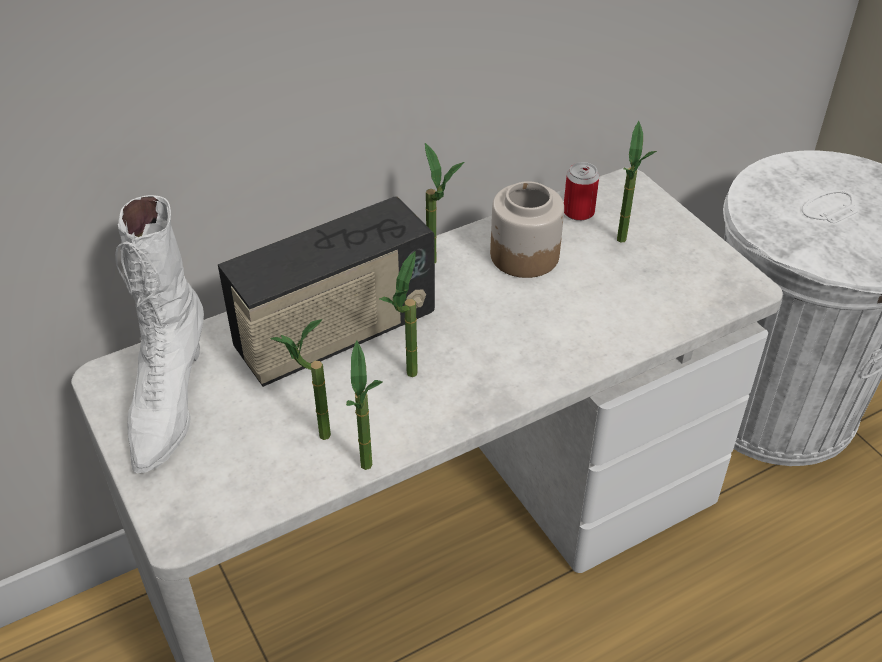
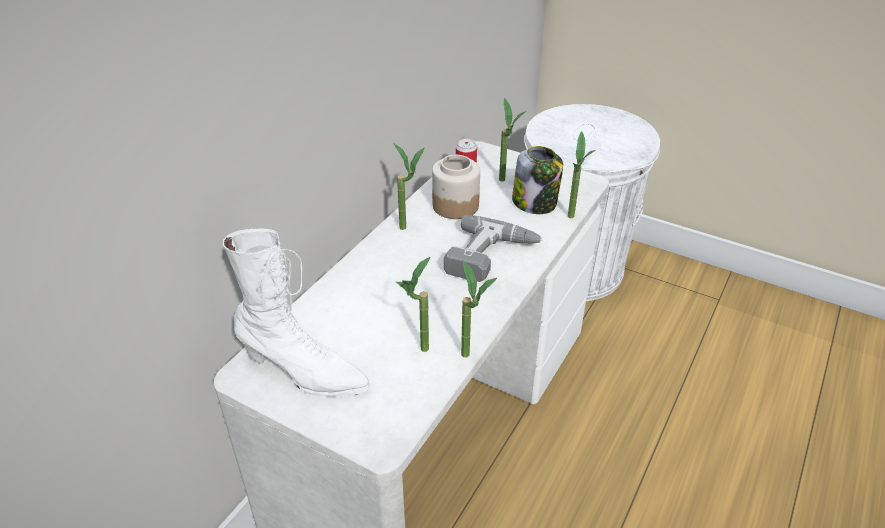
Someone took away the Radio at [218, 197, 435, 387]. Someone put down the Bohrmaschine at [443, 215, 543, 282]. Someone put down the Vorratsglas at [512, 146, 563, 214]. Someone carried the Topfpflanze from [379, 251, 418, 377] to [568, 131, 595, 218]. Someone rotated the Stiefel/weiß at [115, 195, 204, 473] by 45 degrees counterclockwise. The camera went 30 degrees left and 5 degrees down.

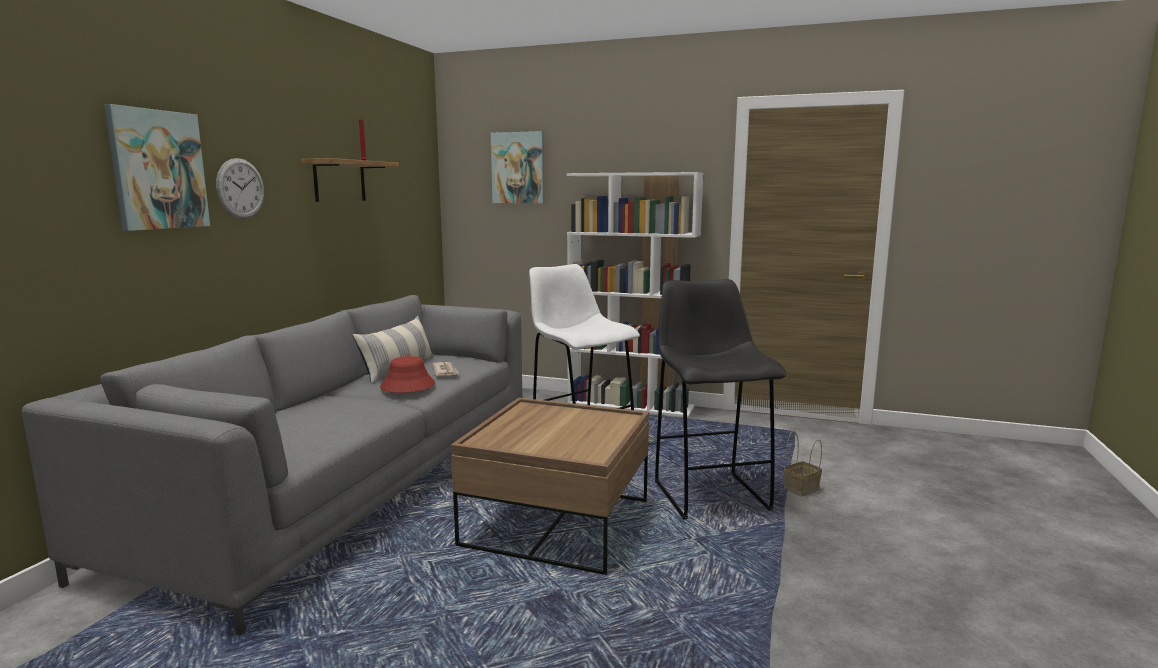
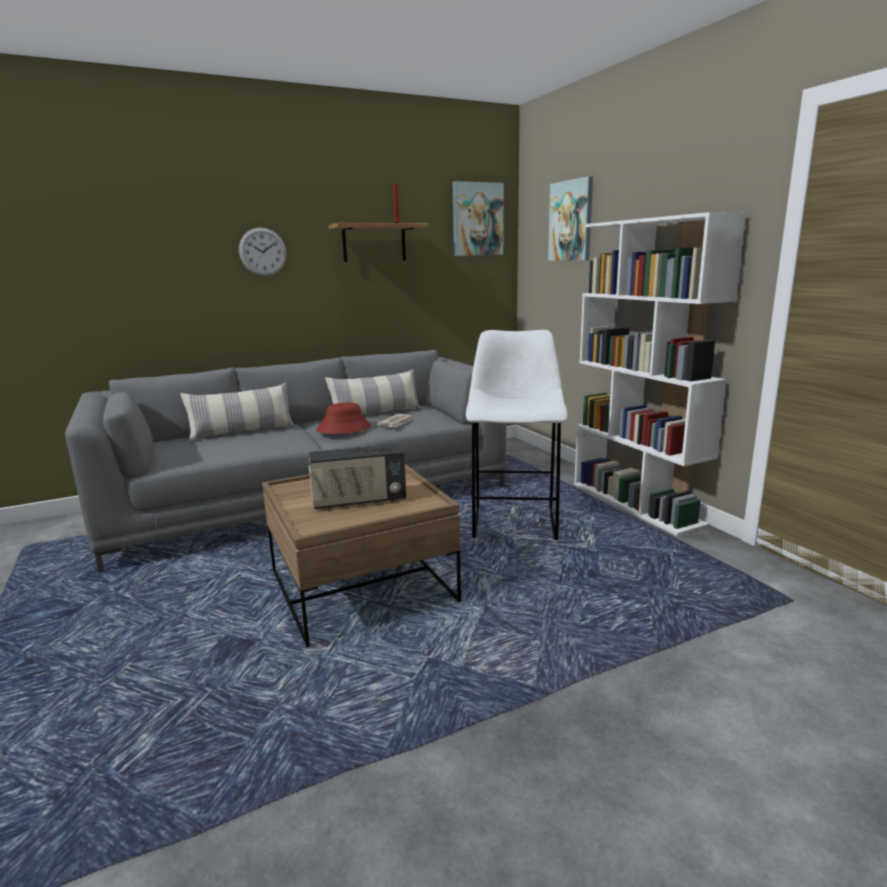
Someone took away the Hocker/schwarz at [655, 279, 787, 520]. Someone took away the Korb at [784, 431, 822, 497]. Someone put down the Kissen at [180, 382, 295, 442]. Someone put down the Radio at [309, 443, 406, 509]. Someone carried the Bild from [104, 104, 210, 231] to [452, 181, 504, 256]. The camera went 45 degrees right and 5 degrees up.

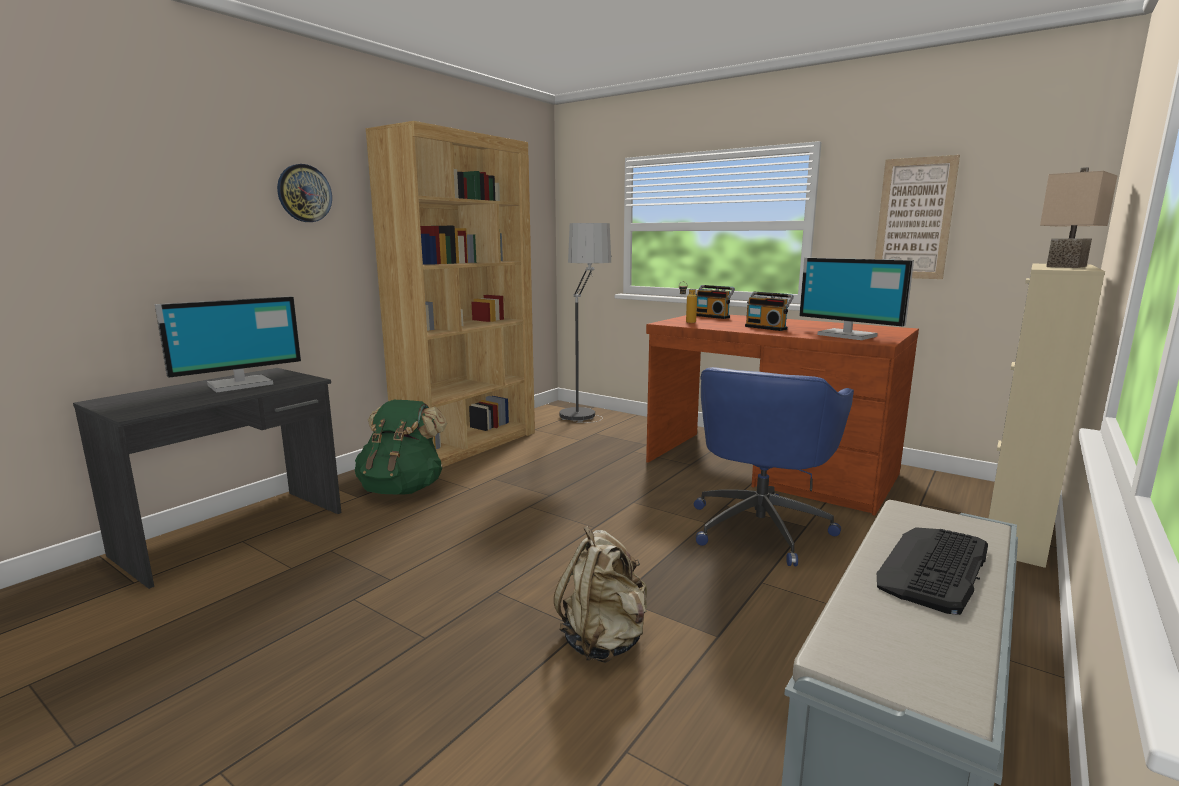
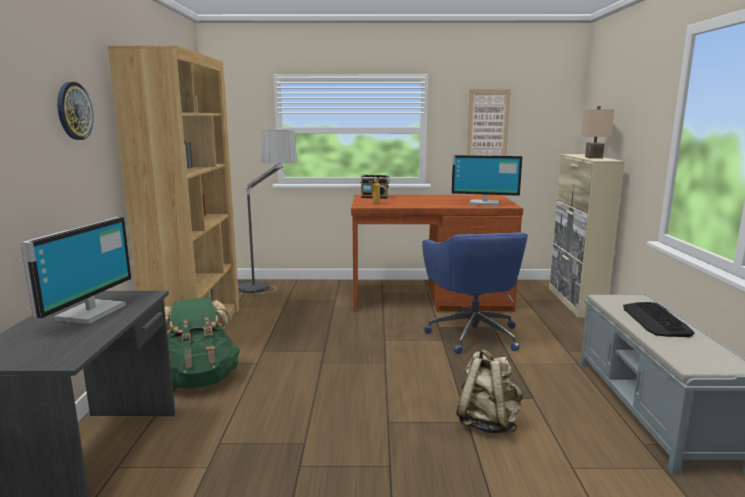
Someone took away the Radio at [745, 292, 794, 331]. The camera went 35 degrees left and 0 degrees up.

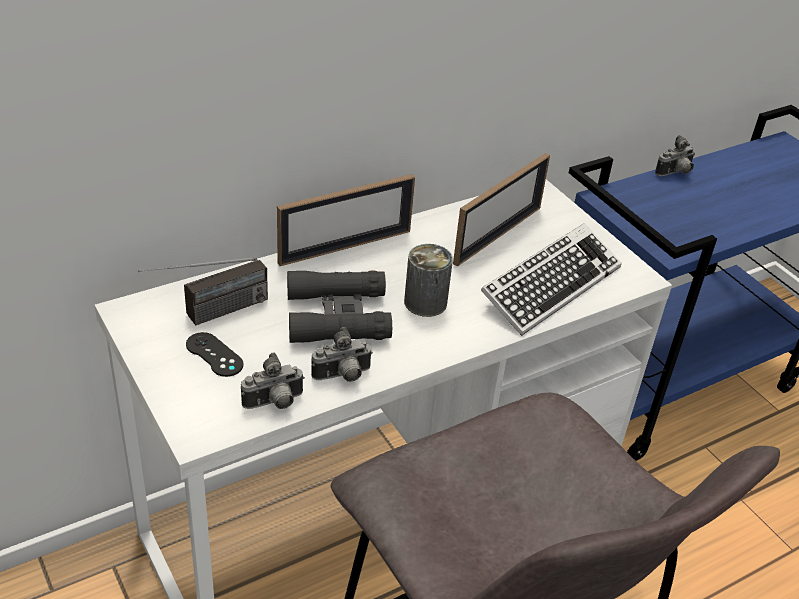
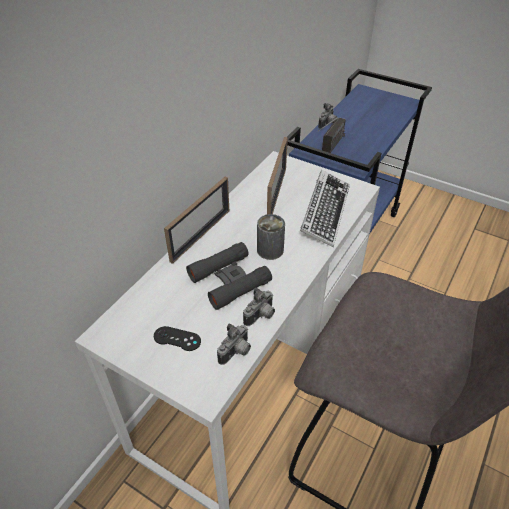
Someone carried the Radio from [138, 257, 268, 325] to [320, 117, 346, 153]. The camera went 25 degrees left and 5 degrees up.

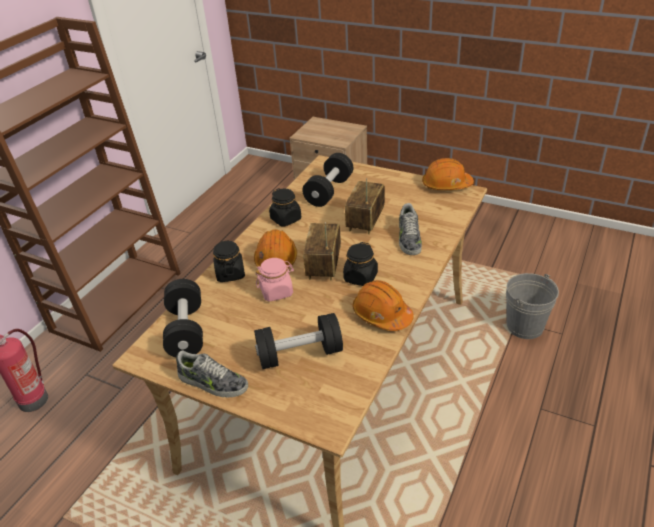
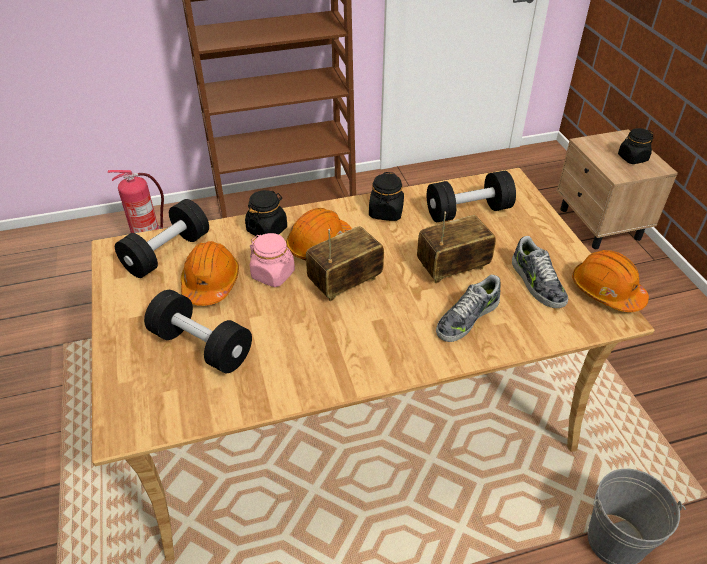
Someone carried the Schuh from [176, 350, 248, 398] to [512, 236, 568, 308]. Someone carried the Vorratsglas/schwarz from [343, 242, 378, 286] to [618, 128, 653, 164]. Someone carried the Schutzhelm/orange from [352, 280, 414, 331] to [181, 241, 239, 306]. The camera went 45 degrees right and 5 degrees up.

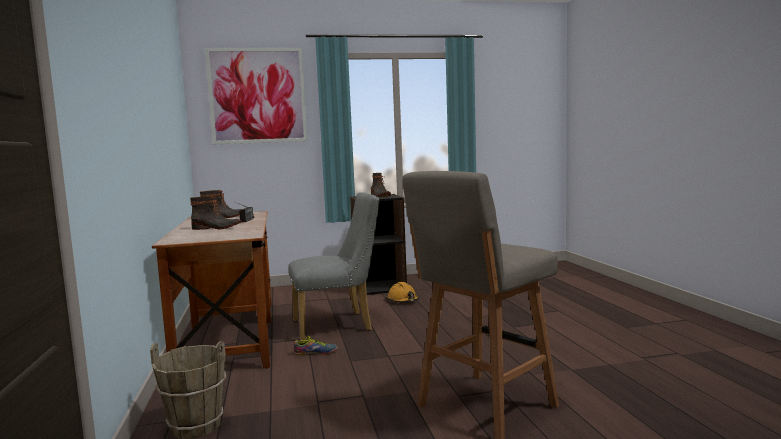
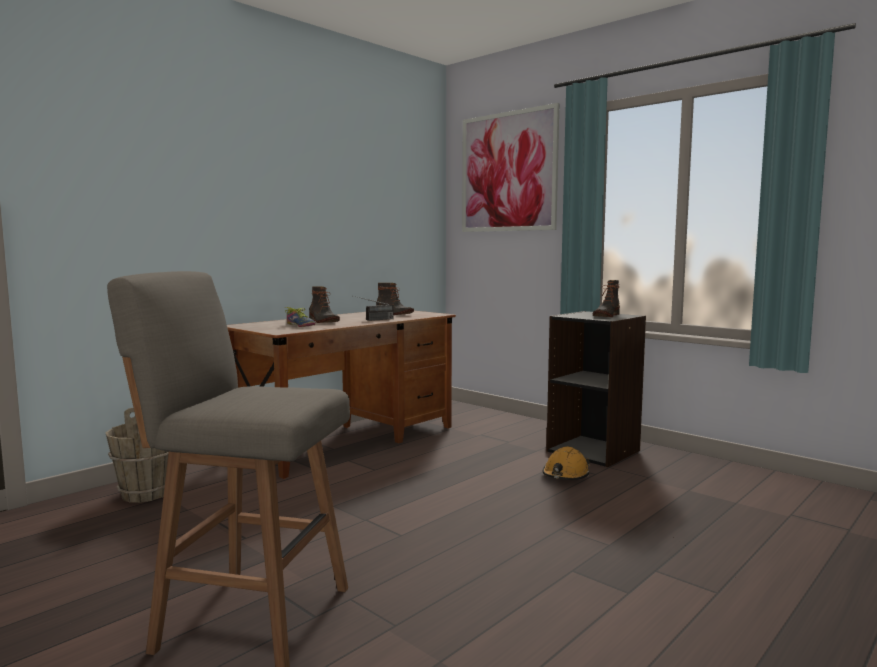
Someone took away the Stuhl/grau at [288, 192, 379, 340]. Someone carried the Schuh from [294, 336, 338, 355] to [285, 307, 315, 327]. The camera went 55 degrees right and 0 degrees up.

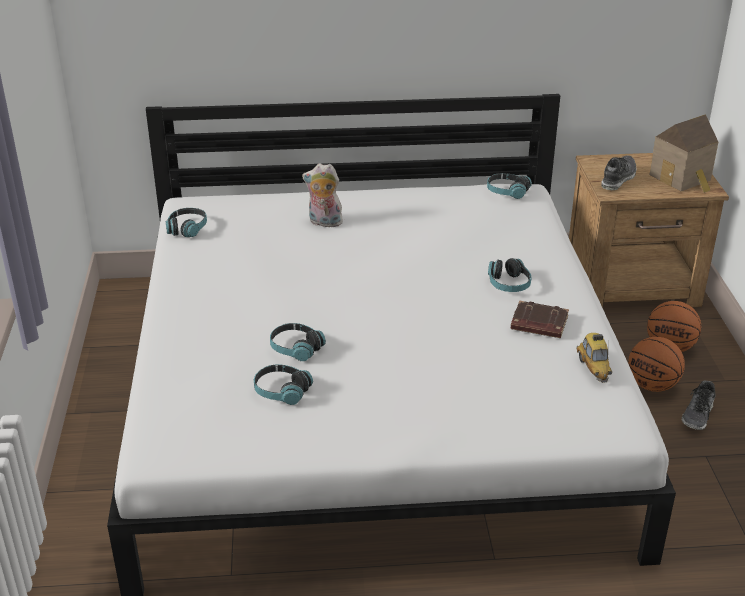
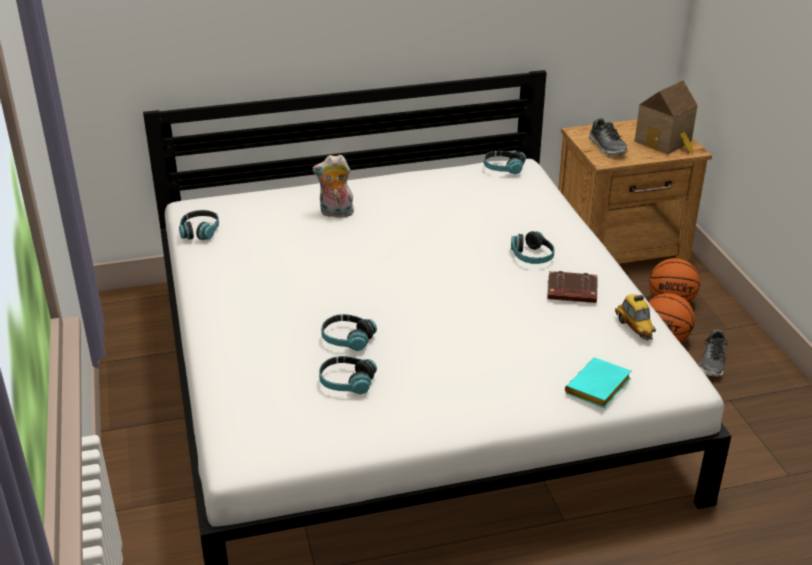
Someone put down the Buch/türkis at [565, 358, 631, 408]. Someone rotated the Schuh at [601, 155, 636, 190] by 135 degrees clockwise. The camera went 10 degrees left and 0 degrees up.

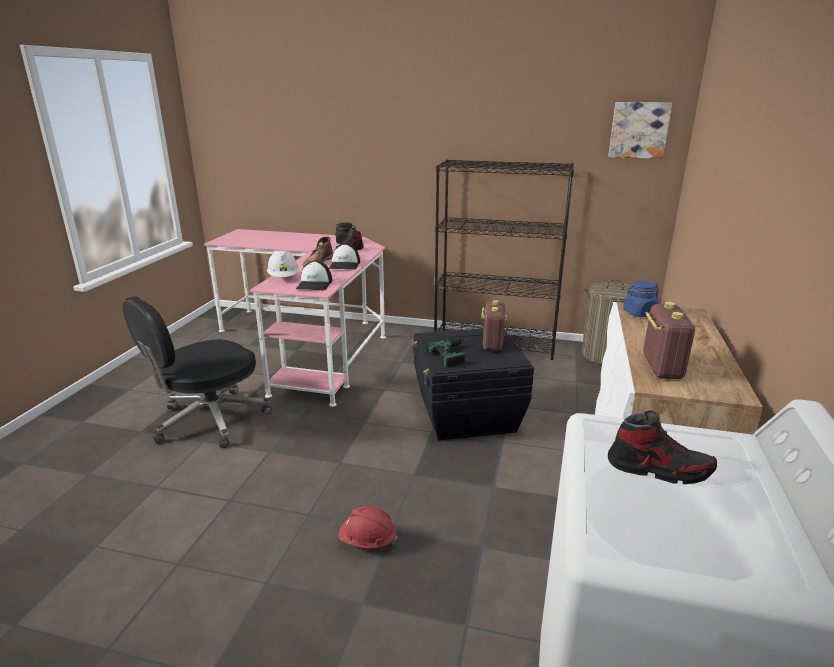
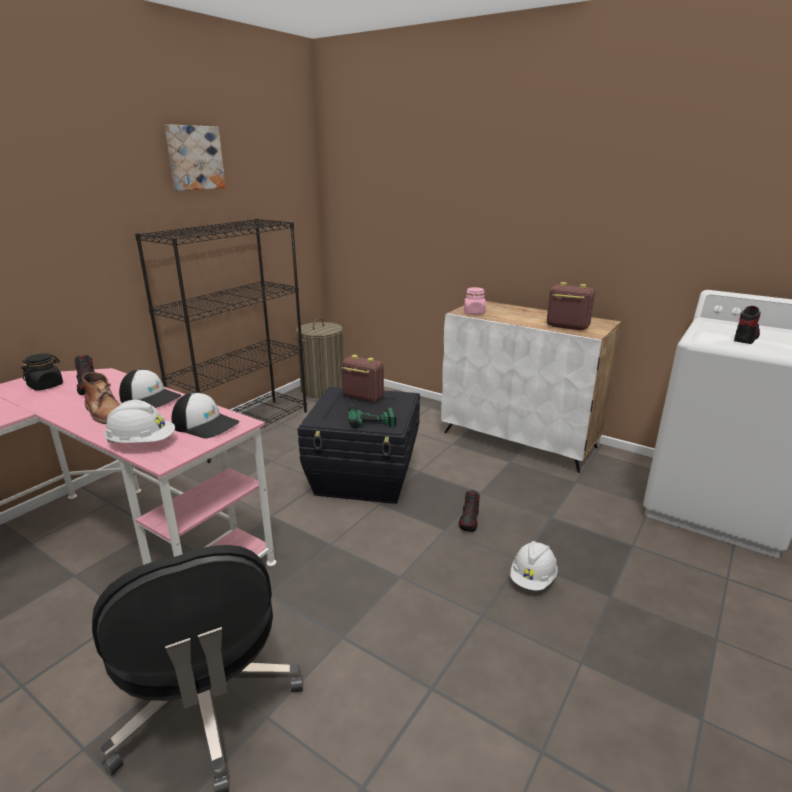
Someone put down the Schuh at [459, 490, 480, 532]. Someone carried the Bild from [608, 102, 672, 159] to [165, 124, 226, 191]. Someone repainted the Schutzhelm/rot at [338, 506, 397, 548], which became the Schutzhelm/weiß at [510, 541, 558, 591]. Someone repainted the Vorratsglas/blau at [623, 281, 659, 317], which became the Vorratsglas/rosa at [464, 287, 486, 314]. The camera went 70 degrees left and 0 degrees up.

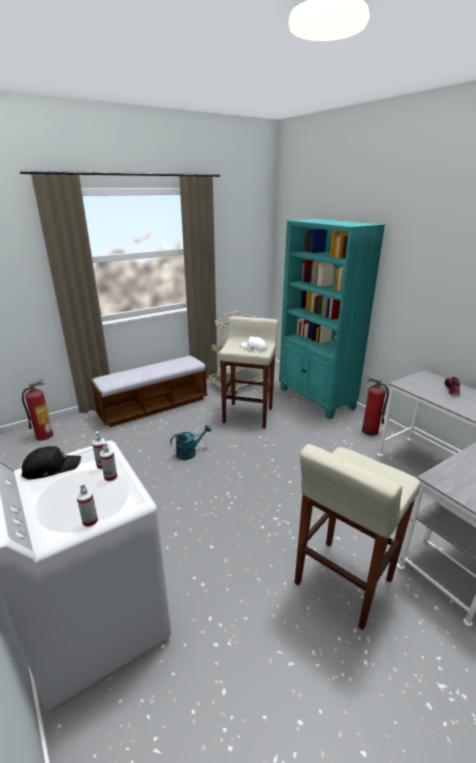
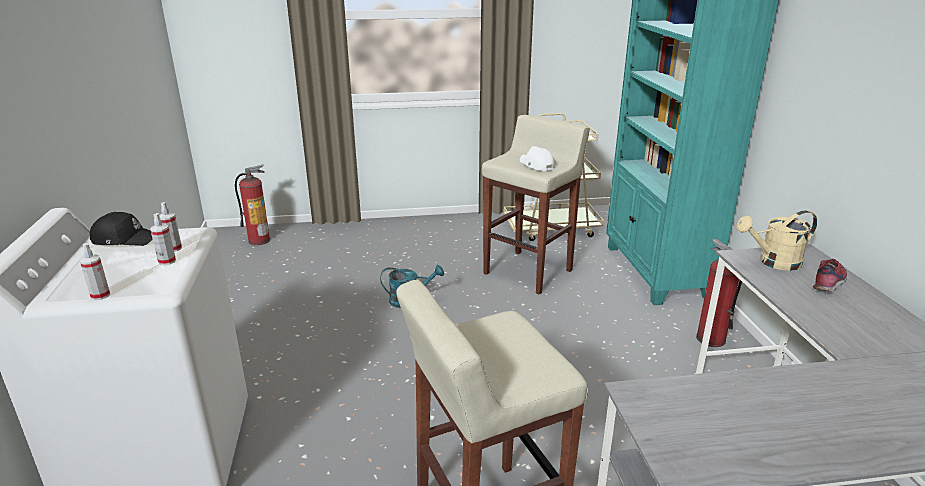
Someone took away the Bank at [90, 356, 208, 427]. Someone put down the Gießkanne/beige at [736, 210, 817, 271]. The camera went 25 degrees right and 0 degrees up.

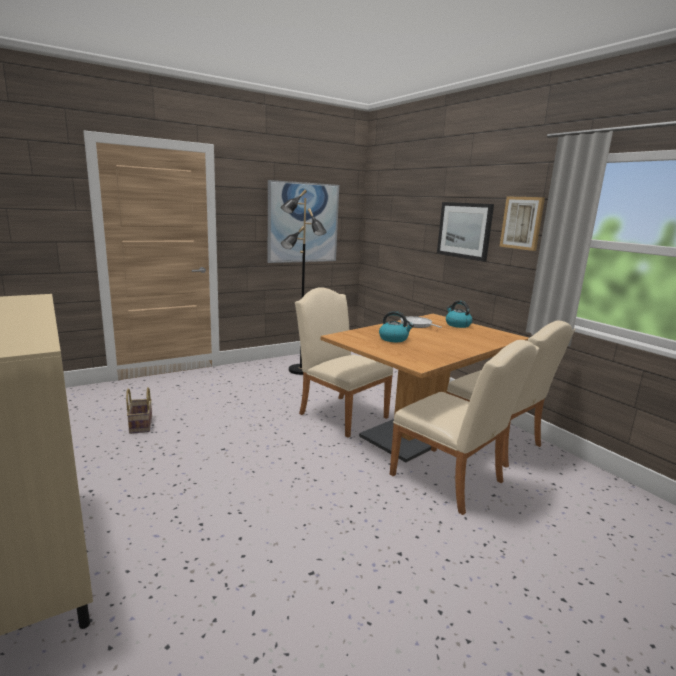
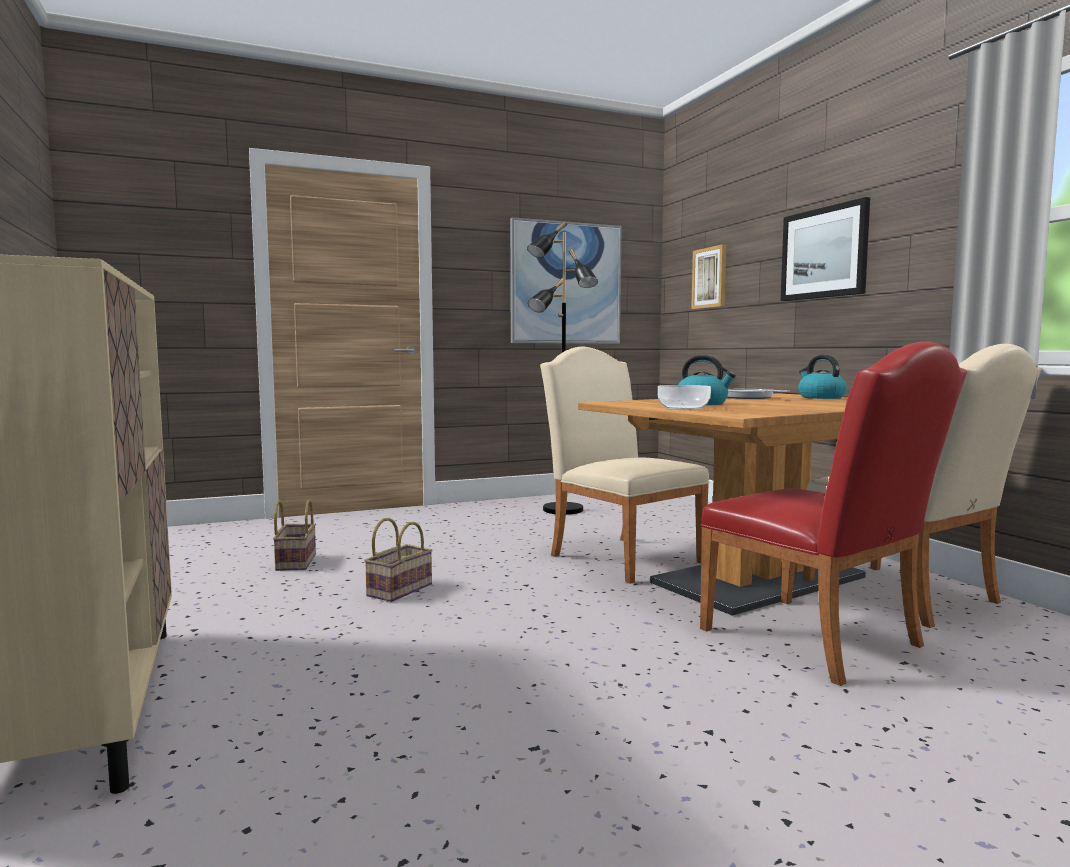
Someone put down the Korb at [364, 518, 433, 602]. Someone put down the Schüssel at [658, 385, 711, 410]. Someone carried the Bild from [499, 196, 545, 251] to [691, 244, 726, 309]. Someone repainted the Stuhl/beige at [390, 340, 539, 515], which became the Stuhl/rot at [700, 342, 967, 686]. The camera went 10 degrees right and 10 degrees down.

